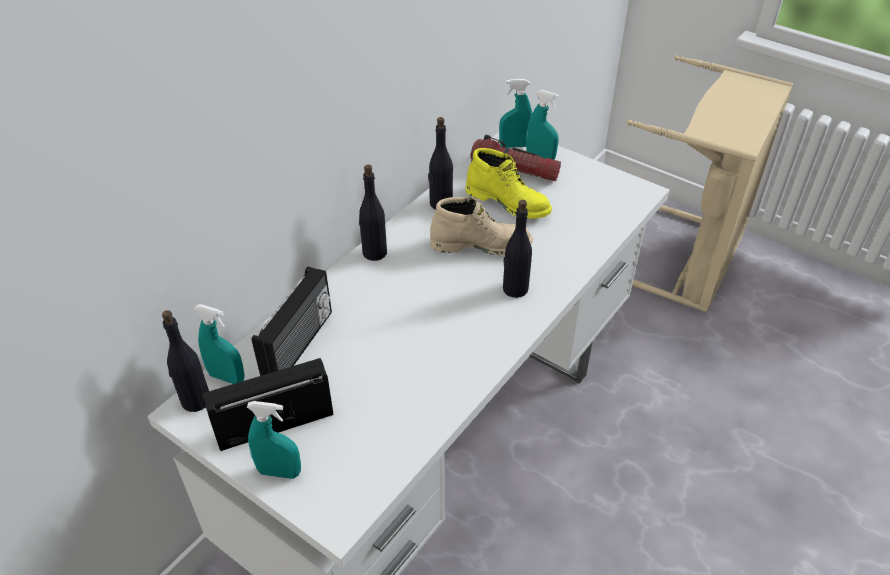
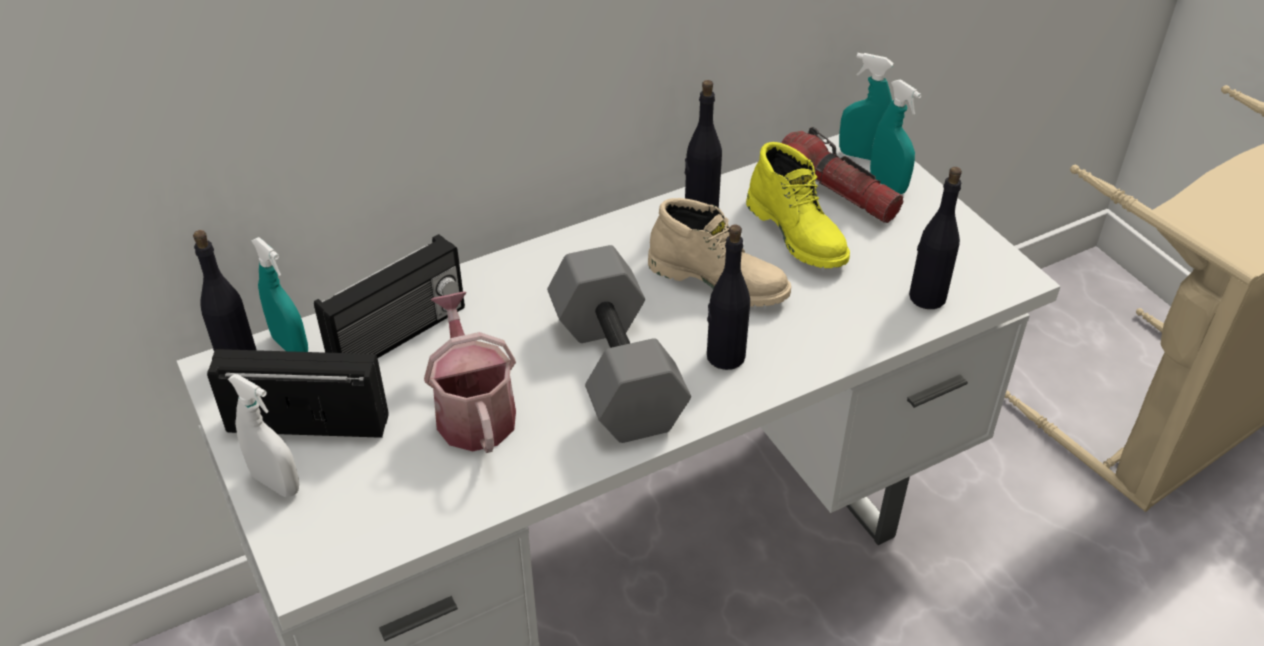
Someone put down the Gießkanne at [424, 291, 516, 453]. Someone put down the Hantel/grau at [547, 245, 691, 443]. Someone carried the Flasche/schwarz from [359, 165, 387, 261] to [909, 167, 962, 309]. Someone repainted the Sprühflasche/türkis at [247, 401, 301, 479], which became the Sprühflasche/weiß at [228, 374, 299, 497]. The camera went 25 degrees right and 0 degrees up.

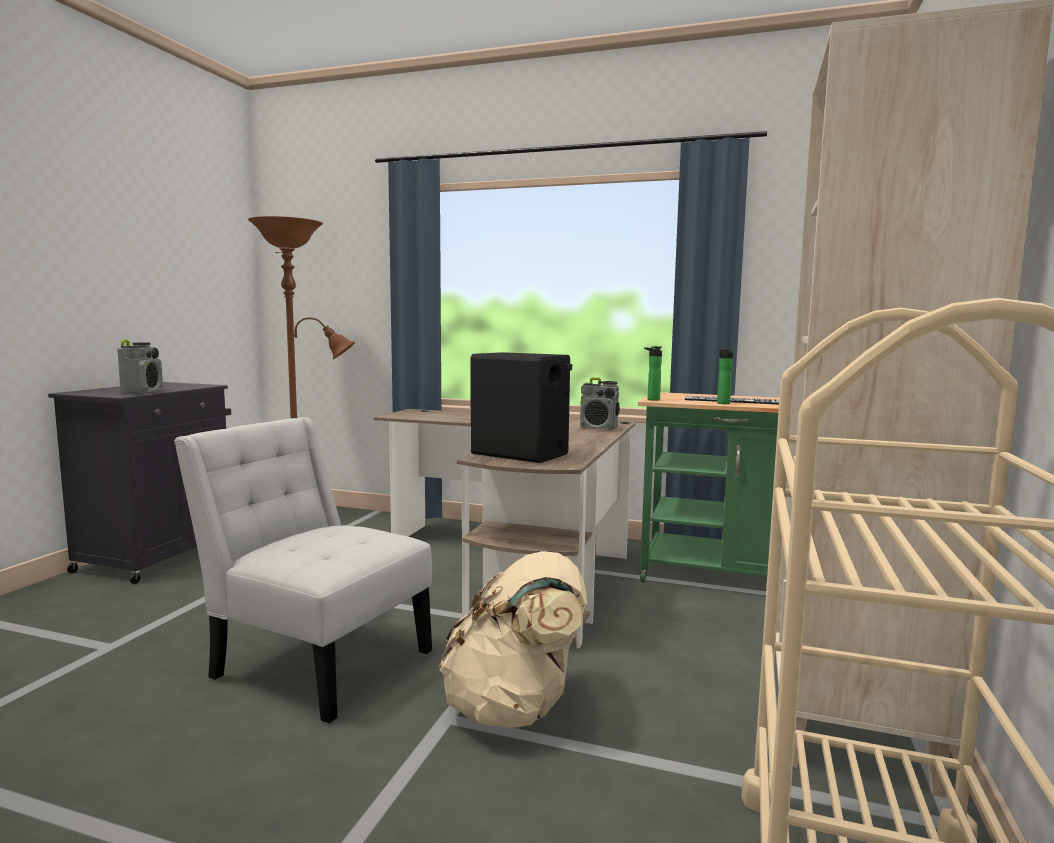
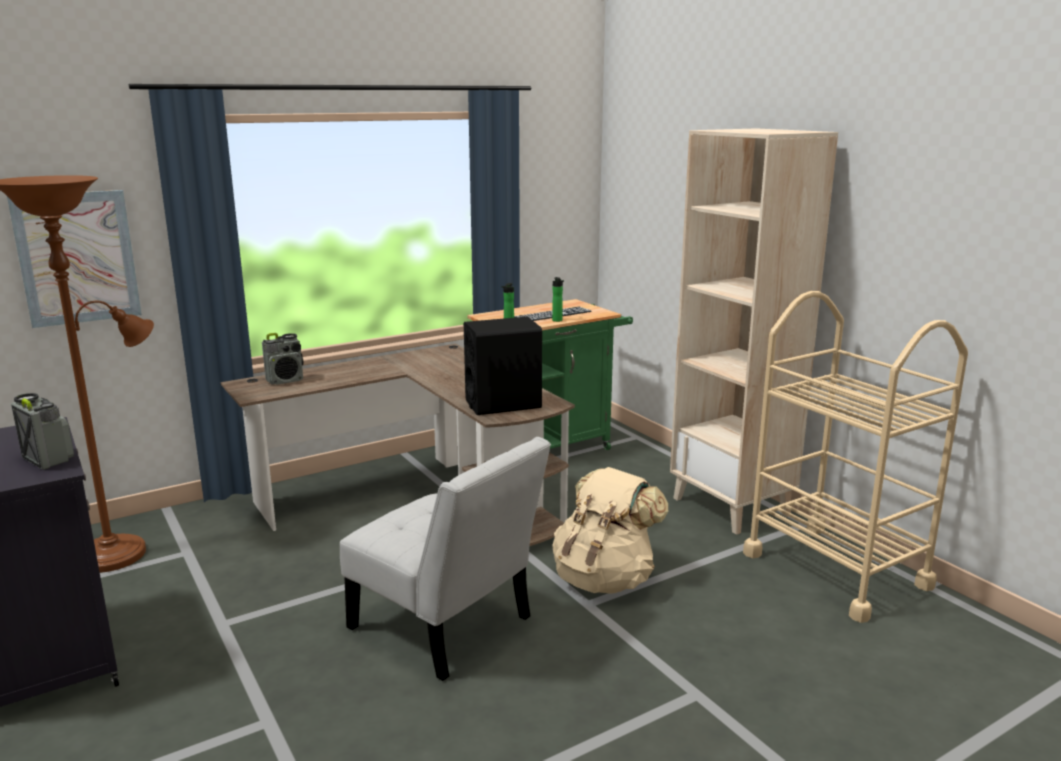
Someone put up the Bild at [7, 190, 142, 328]. Someone carried the Radio from [580, 377, 620, 430] to [262, 333, 303, 385]. Someone rotated the Stuhl/weiß at [174, 417, 432, 723] by 120 degrees counterclockwise. The camera went 50 degrees left and 10 degrees up.

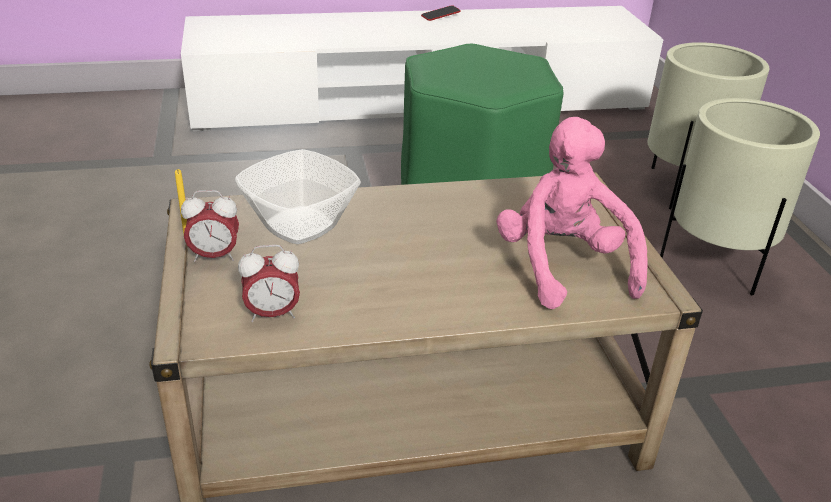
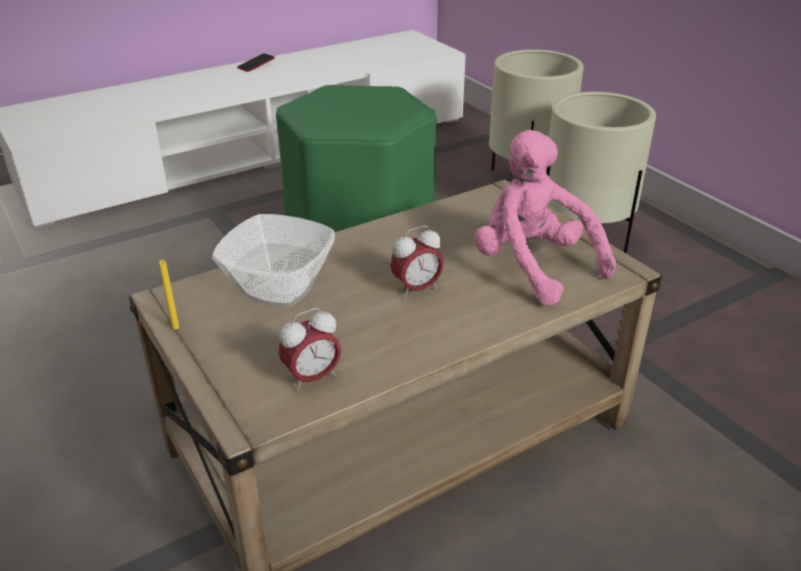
Someone carried the Wecker from [181, 190, 239, 262] to [390, 226, 444, 298]. The camera went 20 degrees left and 0 degrees up.

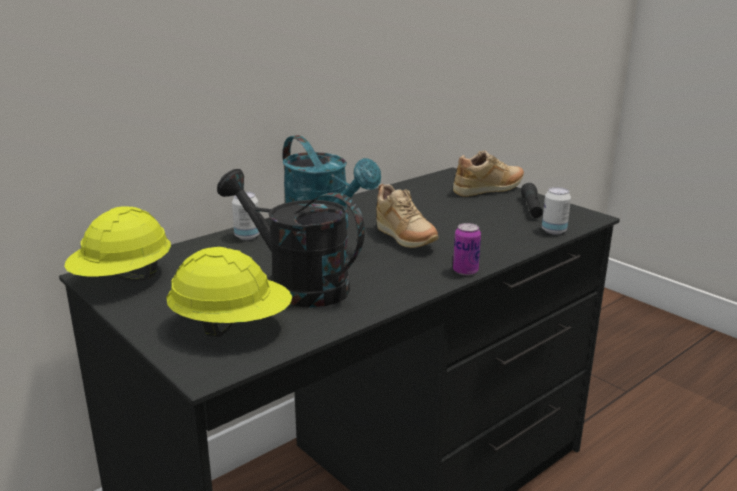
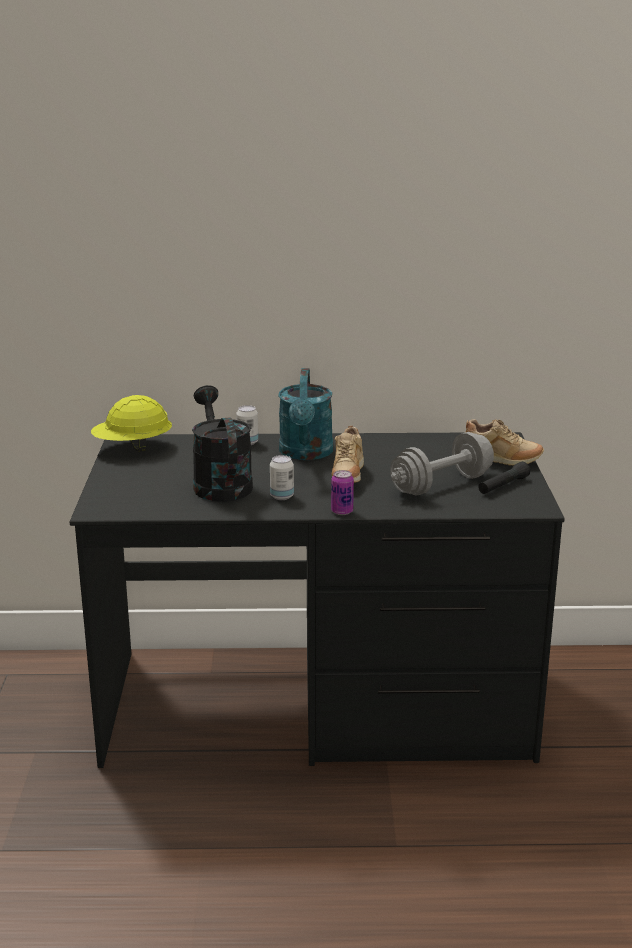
Someone took away the Schutzhelm/gelb at [166, 247, 292, 337]. Someone put down the Hantel/grau at [390, 432, 494, 496]. Someone carried the Dose from [542, 187, 571, 235] to [270, 455, 294, 500]. The camera went 40 degrees right and 0 degrees up.

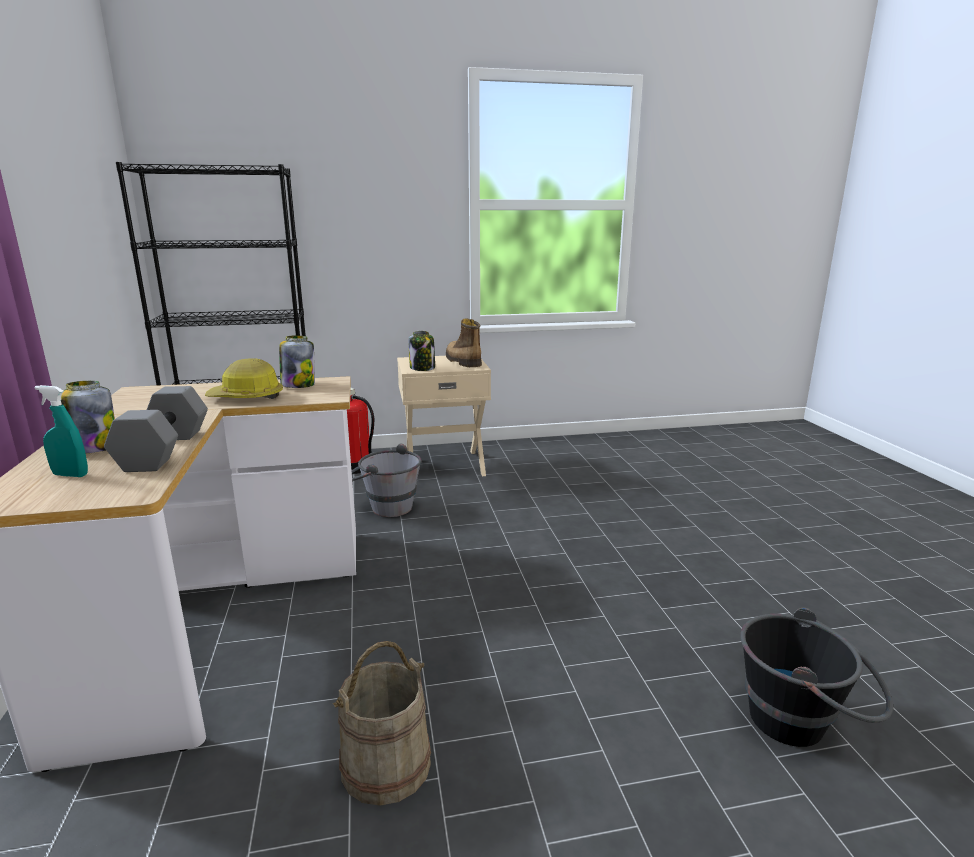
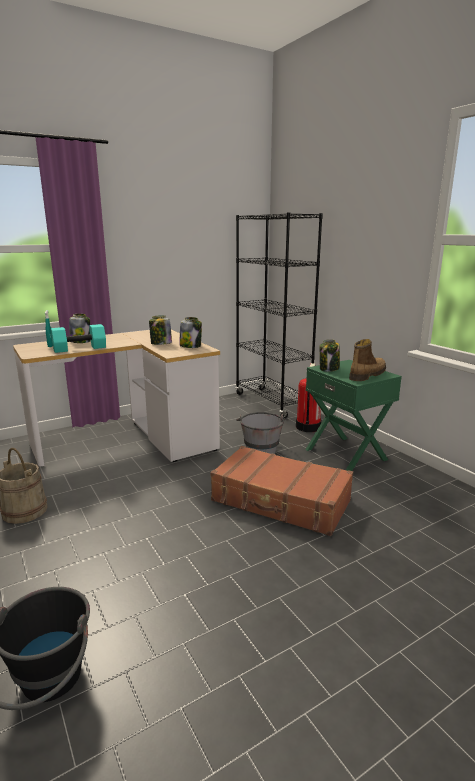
Someone put down the Koffer/braun at [210, 446, 353, 536]. Someone swapped the Schutzhelm at [205, 358, 283, 399] for the Vorratsglas at [149, 315, 172, 345]. Someone repainted the Hantel/grau at [104, 386, 208, 472], which became the Hantel/türkis at [51, 324, 106, 353]. Someone repainted the Nachttisch/beige at [397, 356, 491, 476], which became the Nachttisch/grün at [305, 360, 402, 471]. The camera went 70 degrees right and 0 degrees up.

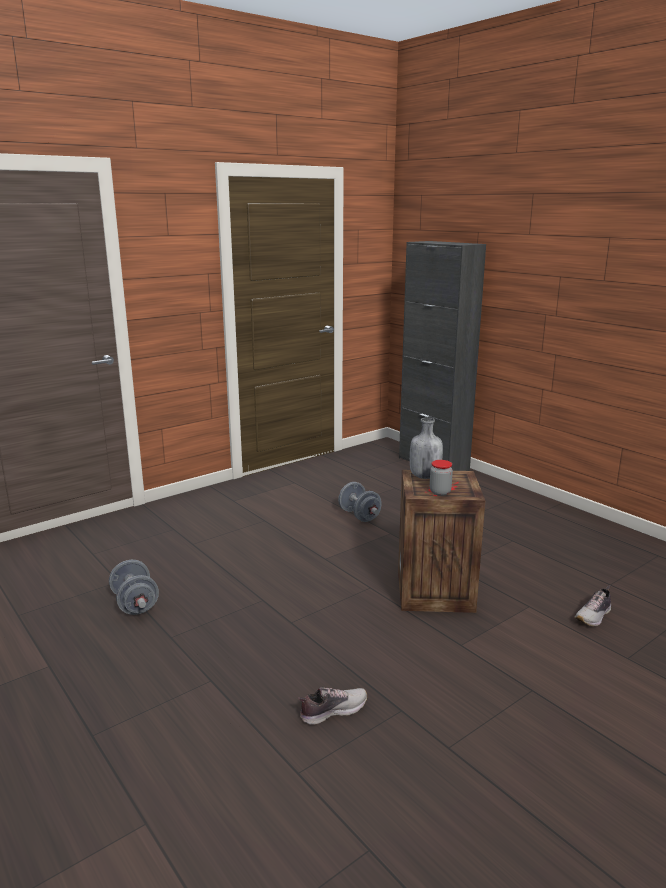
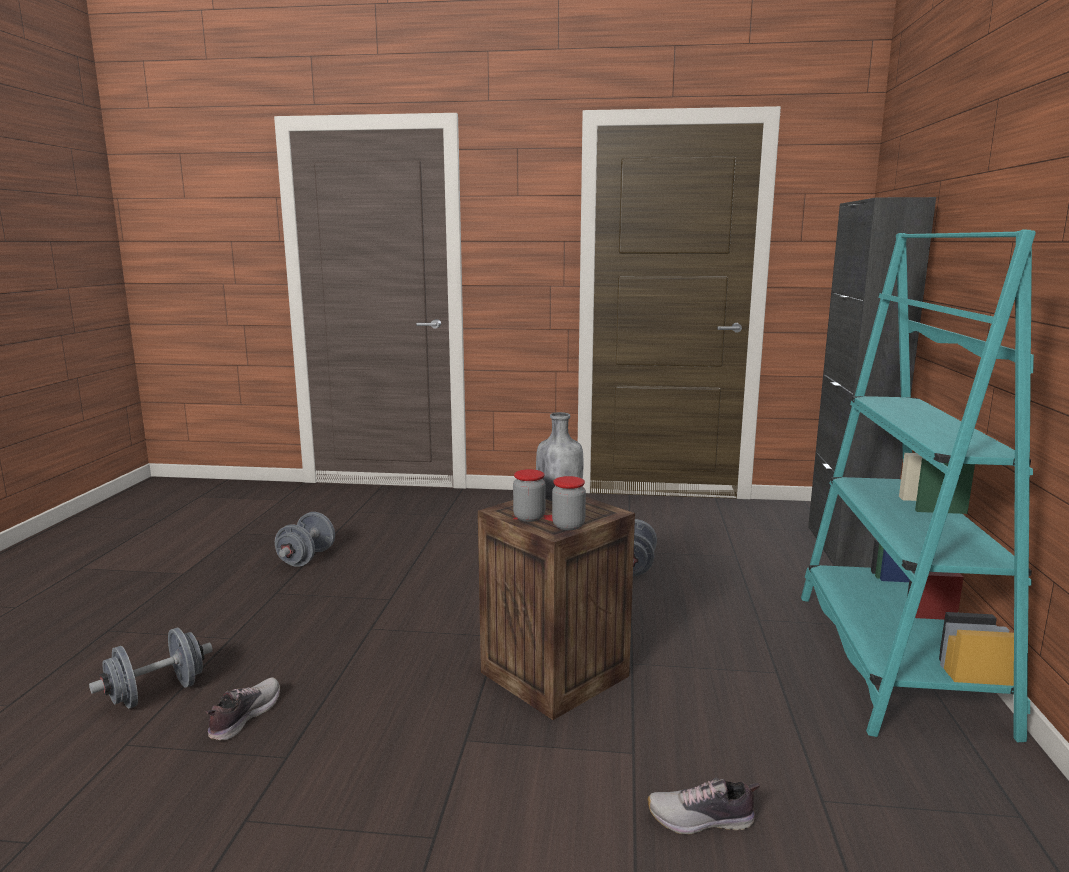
Someone put down the Hantel/grau at [89, 628, 213, 709]. Someone put down the Vorratsglas at [552, 476, 586, 530]. Someone put down the Bücherregal/türkis at [801, 230, 1036, 742]. Someone rotated the Schuh at [298, 687, 367, 725] by 90 degrees counterclockwise. The camera went 45 degrees right and 5 degrees down.

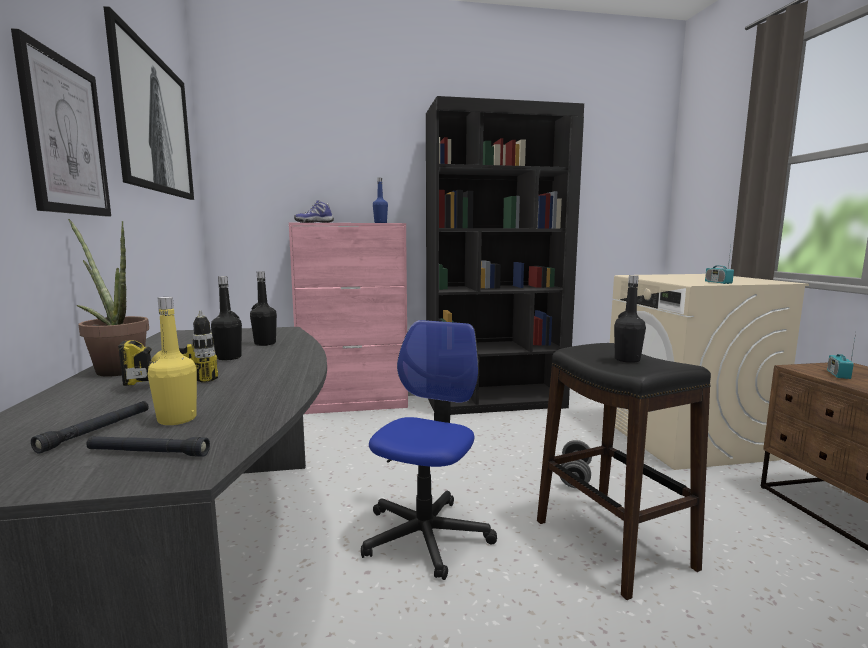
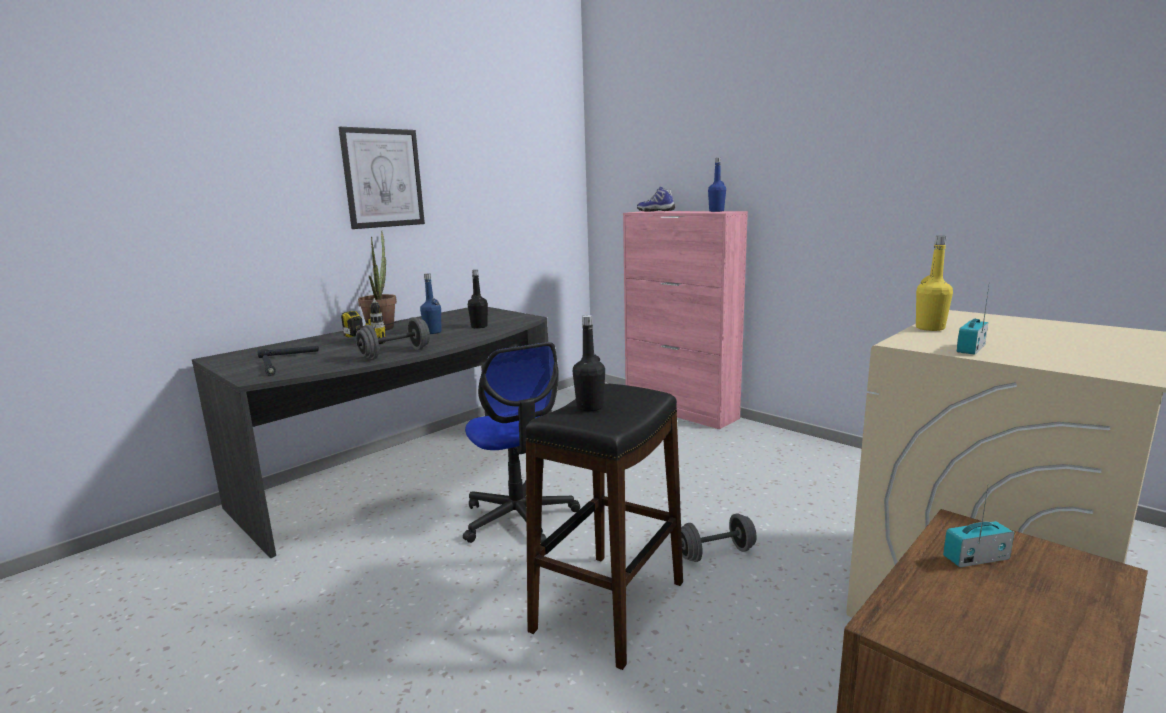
Someone took away the Bild at [103, 6, 194, 200]. Someone took away the Bücherregal/schwarz at [426, 96, 584, 415]. Someone put down the Hantel/grau at [356, 317, 430, 359]. Someone carried the Flasche/gelb from [148, 297, 197, 425] to [916, 236, 953, 331]. Someone repainted the Flasche/schwarz at [211, 276, 242, 360], which became the Flasche/blau at [420, 273, 441, 334]. Someone rotated the Bürostuhl at [361, 320, 497, 580] by 75 degrees clockwise. The camera went 55 degrees right and 5 degrees up.

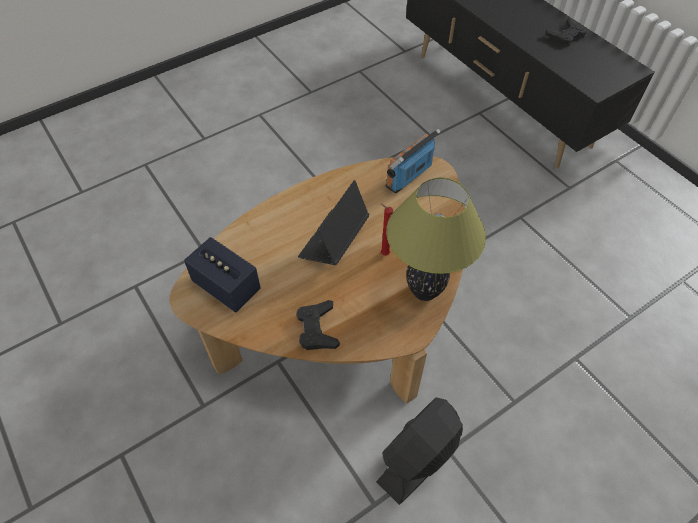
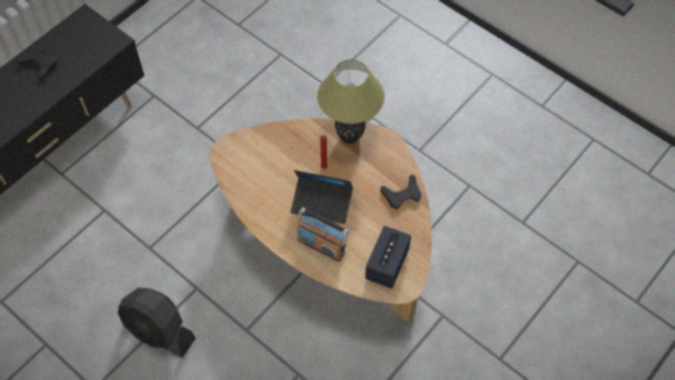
Someone carried the Ventilator/schwarz from [376, 397, 463, 505] to [118, 288, 196, 358]. Someone carried the Radio from [386, 129, 441, 194] to [297, 207, 349, 262]. The camera went 105 degrees left and 5 degrees up.

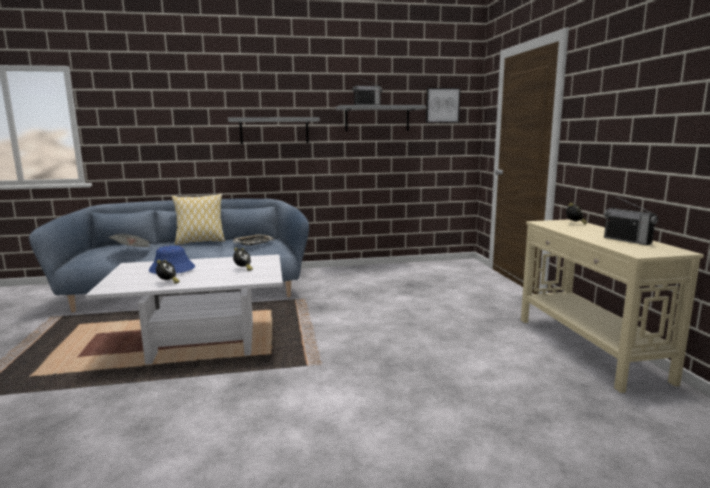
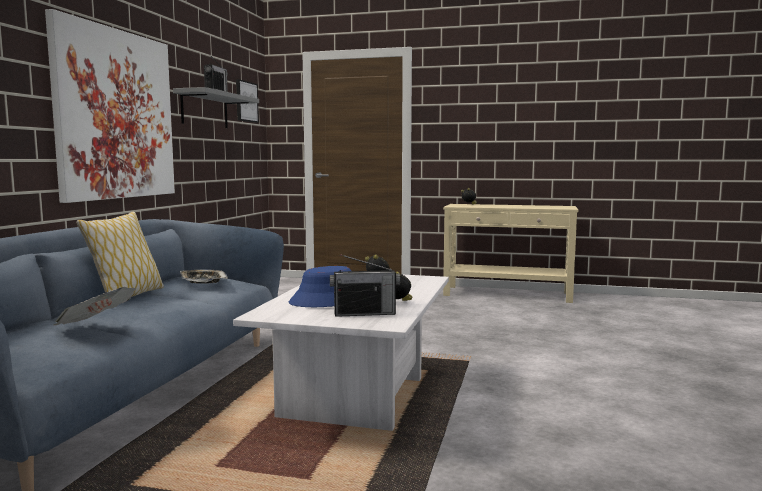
Someone carried the Radio from [604, 196, 658, 245] to [330, 254, 400, 317]. Someone swapped the Wandregal/grau at [228, 117, 320, 144] for the Bild at [45, 9, 175, 203]. The camera went 65 degrees left and 5 degrees down.

